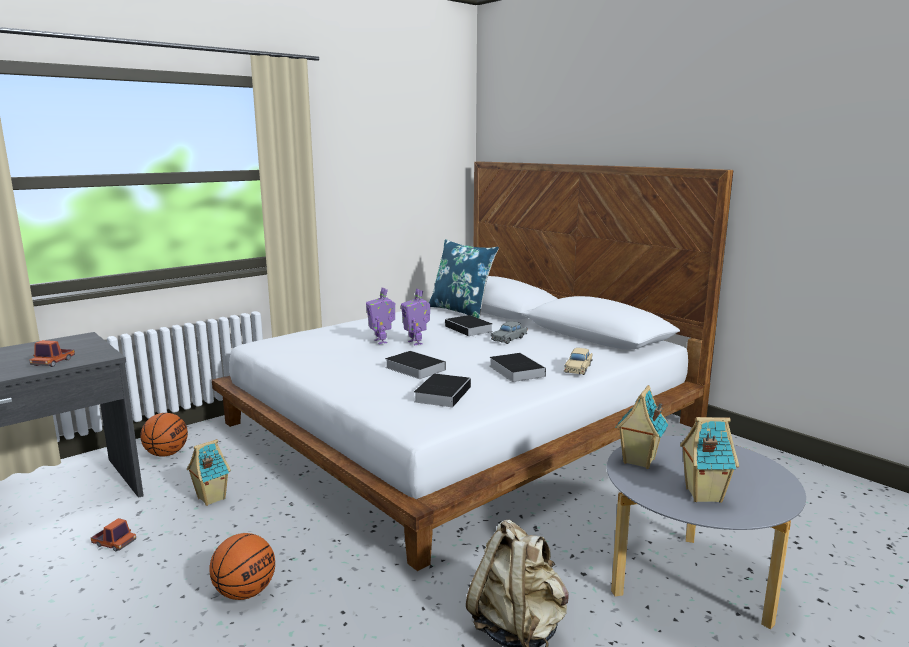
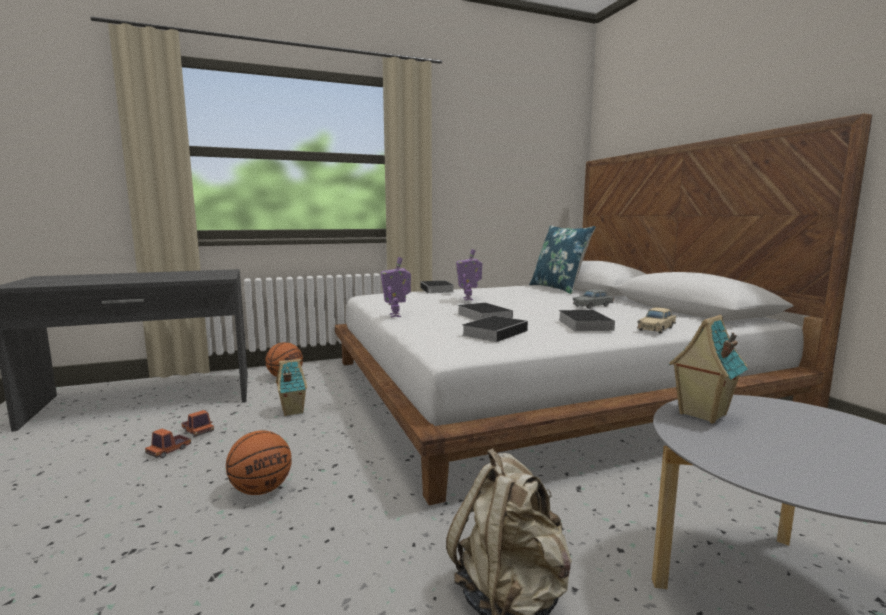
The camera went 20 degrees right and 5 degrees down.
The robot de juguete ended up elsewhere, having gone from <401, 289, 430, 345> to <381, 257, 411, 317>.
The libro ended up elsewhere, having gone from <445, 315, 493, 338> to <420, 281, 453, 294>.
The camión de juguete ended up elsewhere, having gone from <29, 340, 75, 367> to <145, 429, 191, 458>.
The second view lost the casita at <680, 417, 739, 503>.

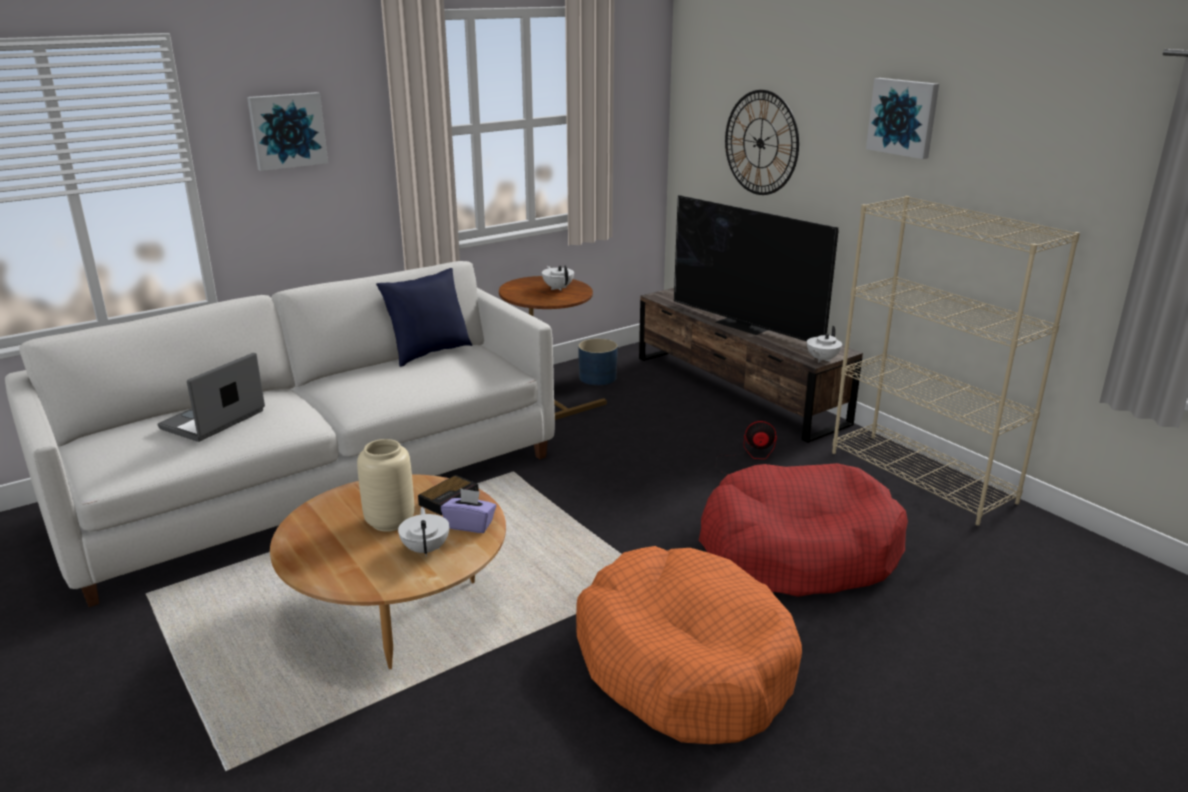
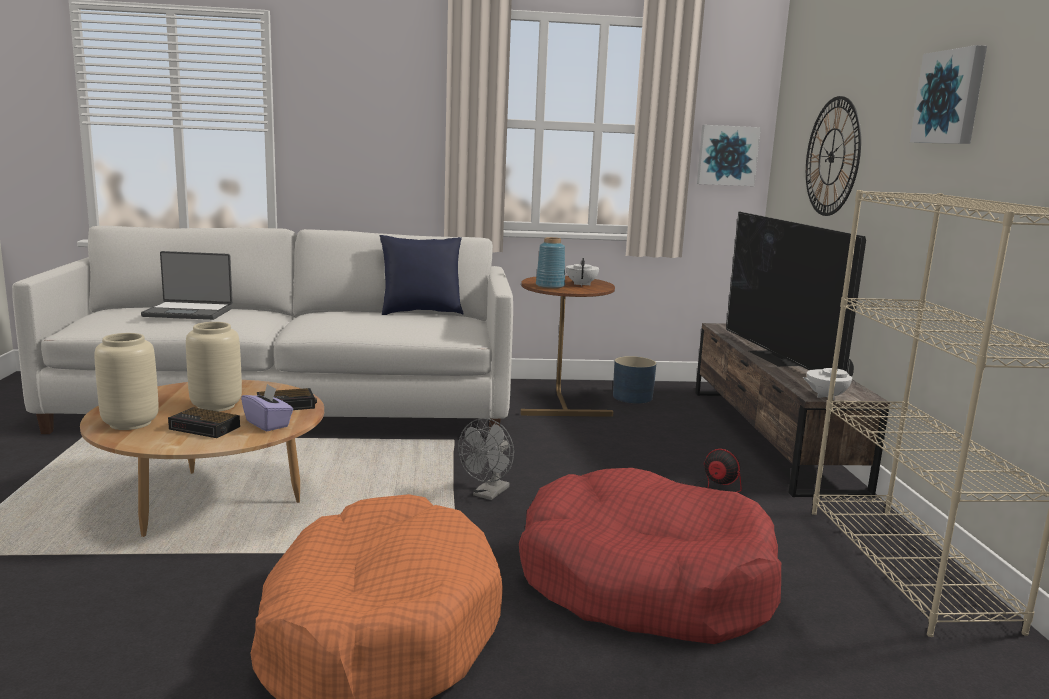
The camera went 30 degrees right and 10 degrees down.
The cuadro ended up elsewhere, having gone from <247, 92, 328, 171> to <697, 125, 761, 186>.
The portátil at <157, 353, 265, 442> ended up facing another way, 150 degrees counterclockwise from before.
Where the tetera (blanco) stood at <398, 507, 449, 556>, the despertador came to stand at <168, 407, 240, 438>.
The second view gained the florero (azul) at <536, 237, 565, 289>.
The second view gained the florero (beis) at <95, 333, 159, 430>.
The second view gained the ventilador (gris) at <458, 418, 514, 500>.

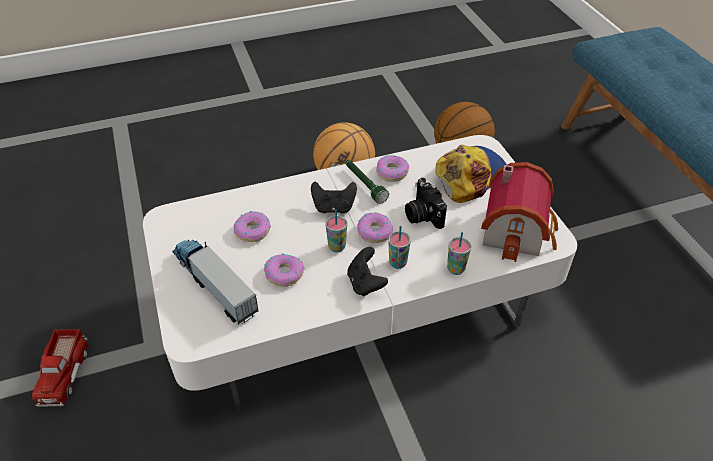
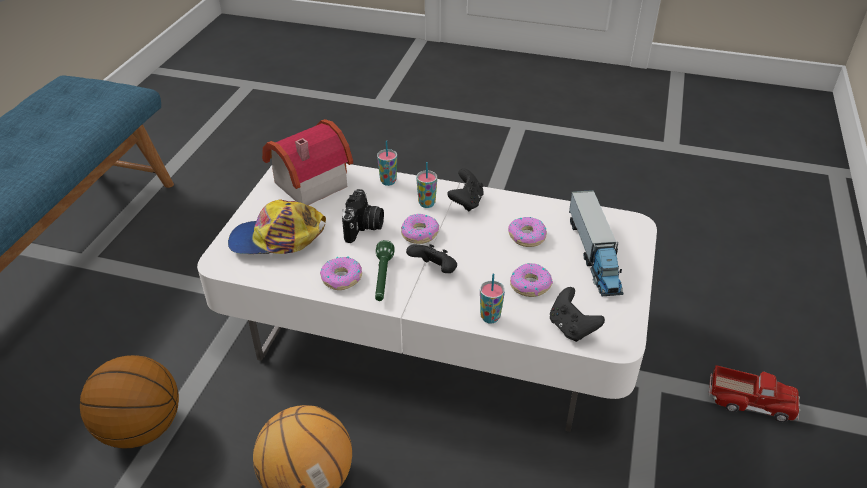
The camera went 145 degrees left and 5 degrees down.
The taza ended up elsewhere, having gone from <325, 210, 347, 252> to <480, 273, 505, 324>.
The camión de juguete at <32, 329, 88, 407> ended up facing another way, 75 degrees clockwise from before.
The second view gained the mando de consola (negro) at <550, 287, 605, 342>.

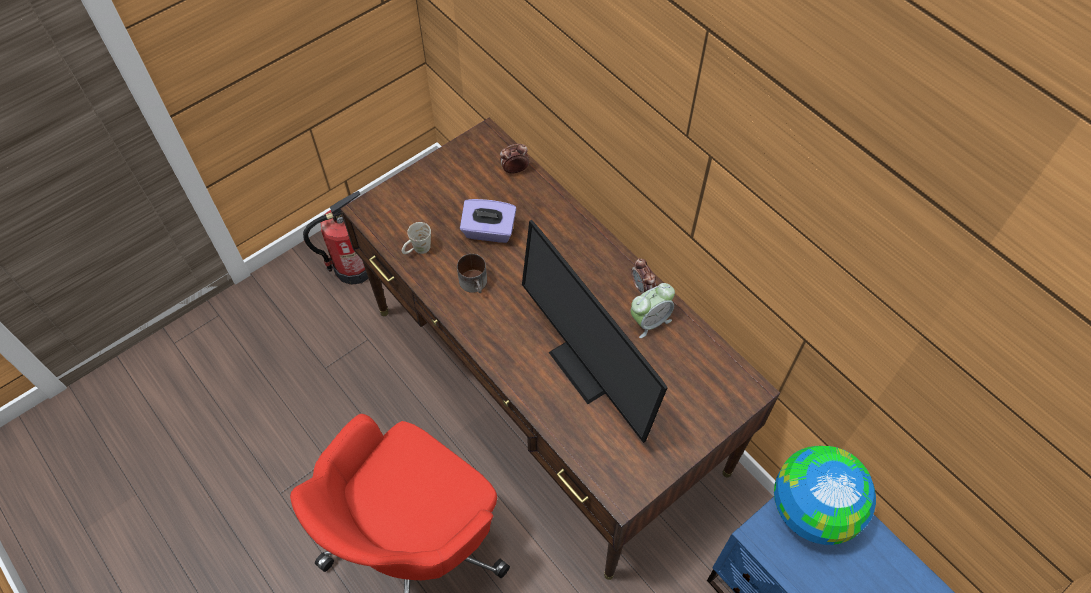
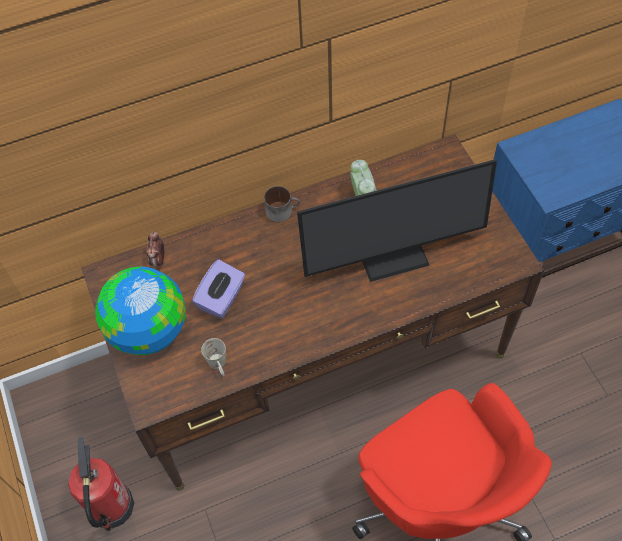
The camera went 70 degrees left and 0 degrees up.
The taza grande ended up elsewhere, having gone from <457, 254, 487, 293> to <264, 186, 300, 222>.
The second view lost the despertador at <631, 258, 656, 294>.
The globo terráqueo ended up elsewhere, having gone from <774, 446, 876, 545> to <95, 266, 186, 355>.

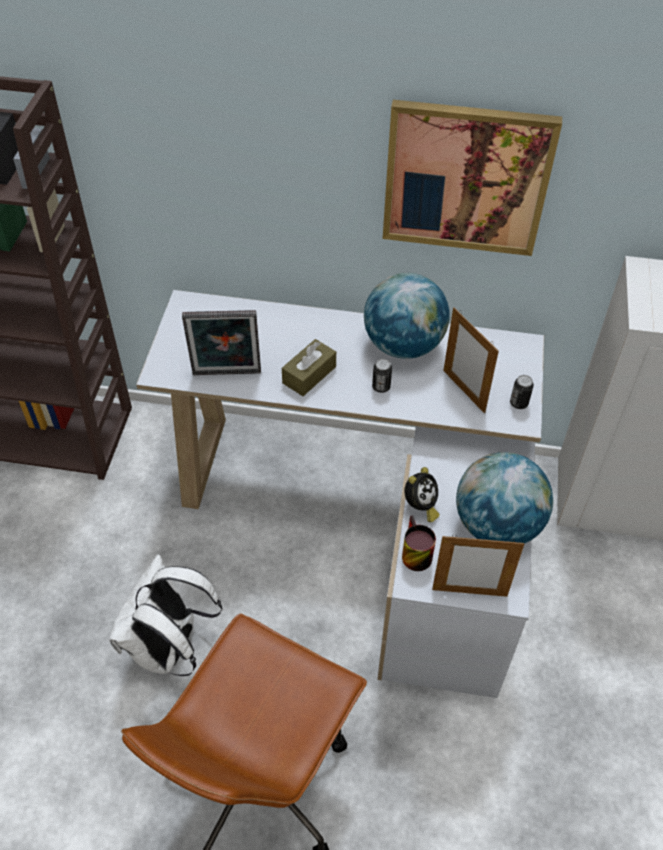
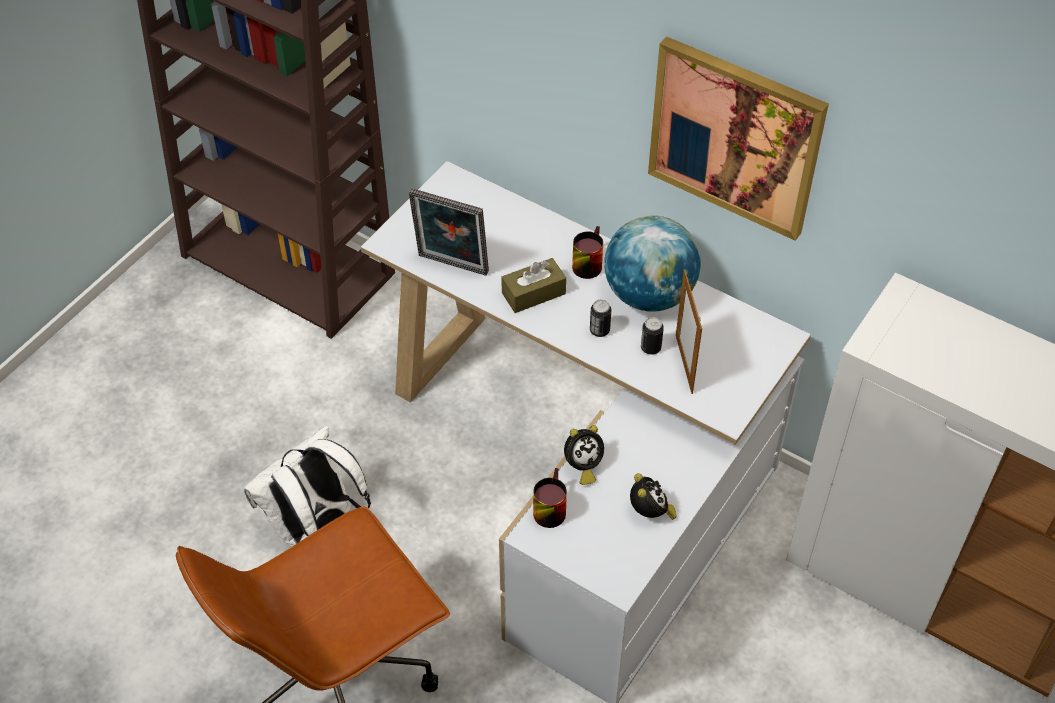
The camera went 25 degrees right and 0 degrees up.
The lata ended up elsewhere, having gone from <510, 375, 534, 409> to <641, 317, 664, 355>.
Where the globo terráqueo stood at <456, 452, 553, 544>, the despertador came to stand at <630, 473, 677, 520>.
The second view lost the portarretratos at <432, 535, 524, 597>.
The second view gained the taza grande at <572, 226, 603, 279>.

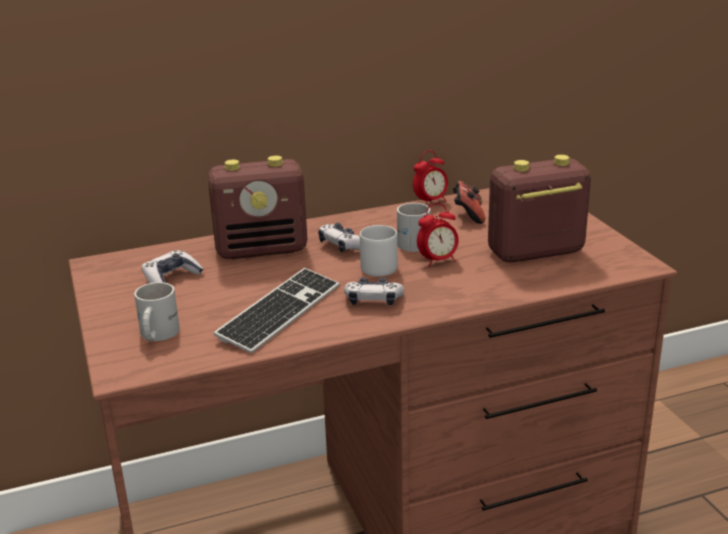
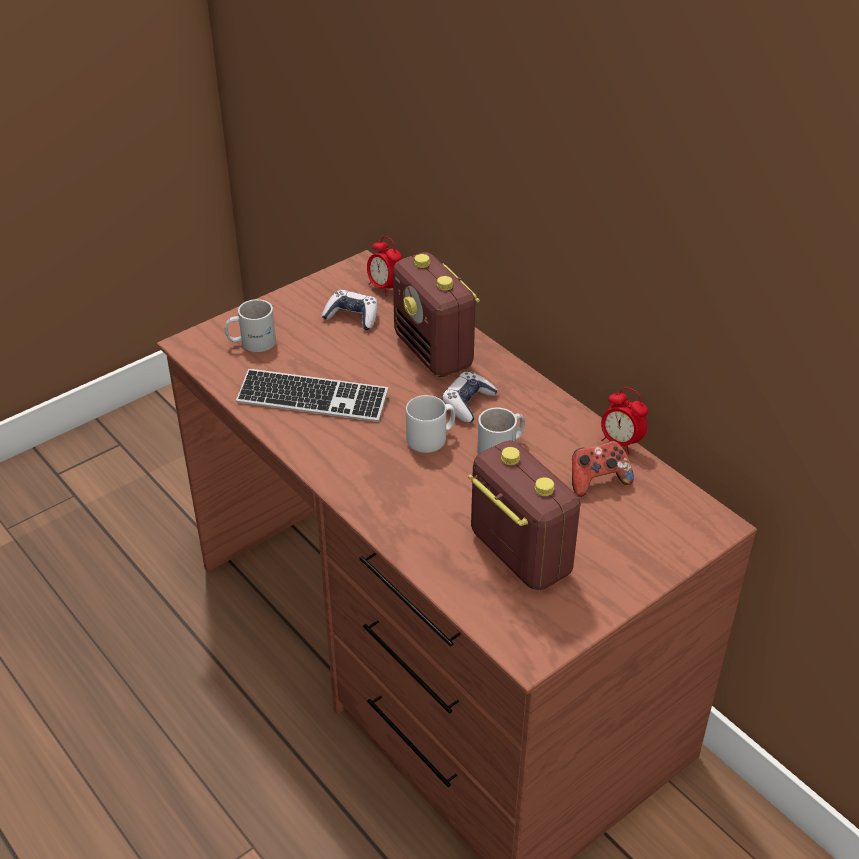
The camera went 70 degrees right and 15 degrees up.
The despertador ended up elsewhere, having gone from <417, 203, 459, 267> to <367, 236, 402, 296>.
The second view lost the mando de consola at <344, 277, 404, 306>.

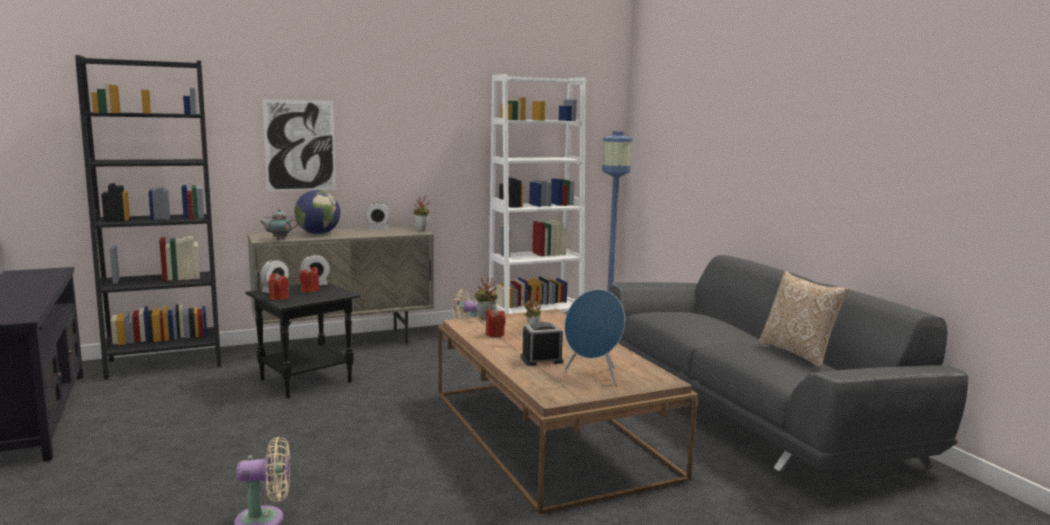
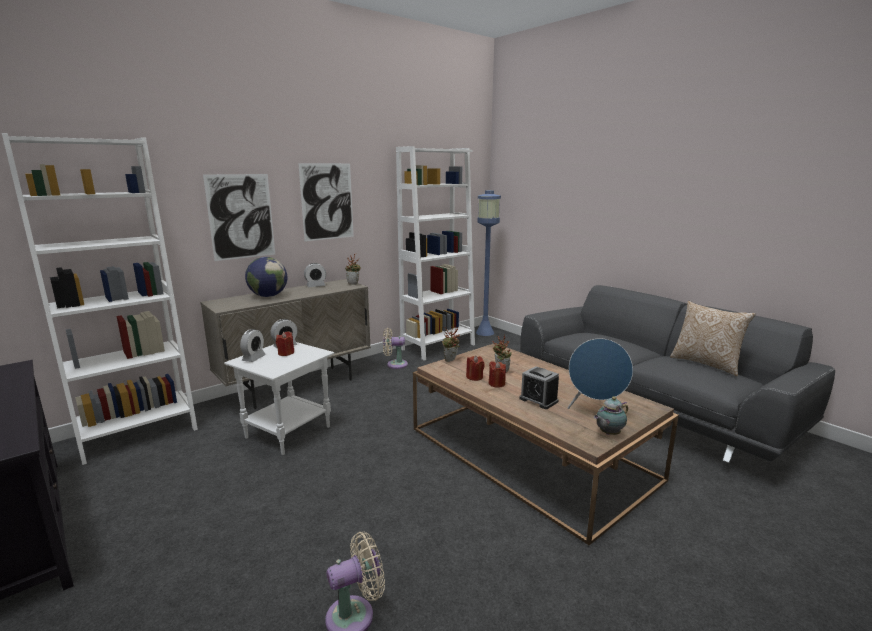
The camera went 15 degrees left and 5 degrees up.
What was the estantería (negro) at <75, 55, 221, 380> turned into the estantería (blanco) at <2, 133, 198, 465>.
The tetera ended up elsewhere, having gone from <260, 209, 298, 240> to <594, 396, 628, 435>.
The vela (rojo) ended up elsewhere, having gone from <268, 273, 289, 300> to <489, 361, 506, 388>.
What was the mesa auxiliar (negro) at <246, 282, 360, 398> turned into the mesa auxiliar (blanco) at <224, 342, 335, 455>.
The despertador at <520, 322, 563, 366> ended up facing another way, 105 degrees counterclockwise from before.
The second view gained the cuadro at <298, 163, 354, 242>.

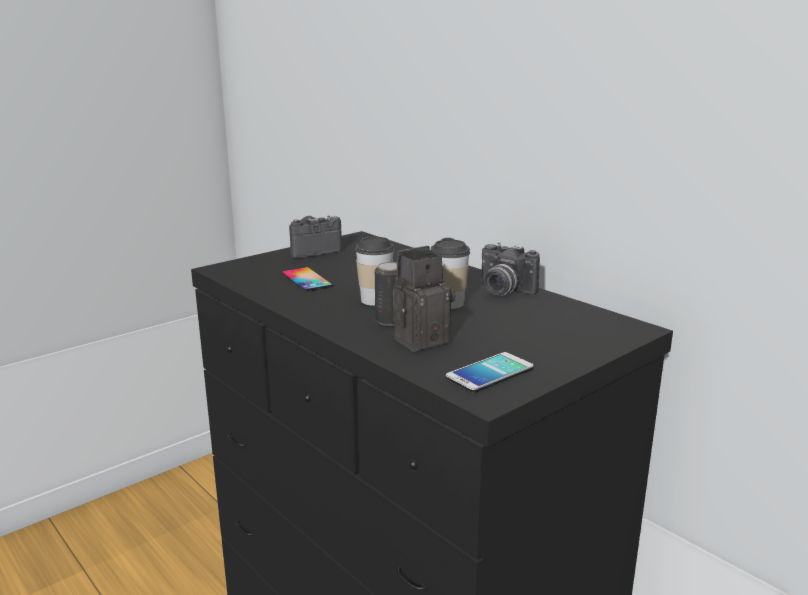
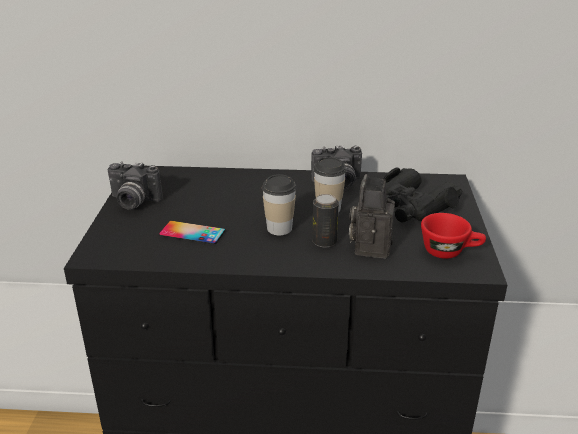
The camera went 45 degrees left and 10 degrees up.
The cámara at <289, 216, 342, 258> ended up facing another way, 90 degrees counterclockwise from before.
Where the móvil stood at <446, 352, 534, 393>, the taza (rojo) came to stand at <421, 213, 486, 259>.
The second view gained the prismáticos (negro) at <384, 167, 463, 223>.

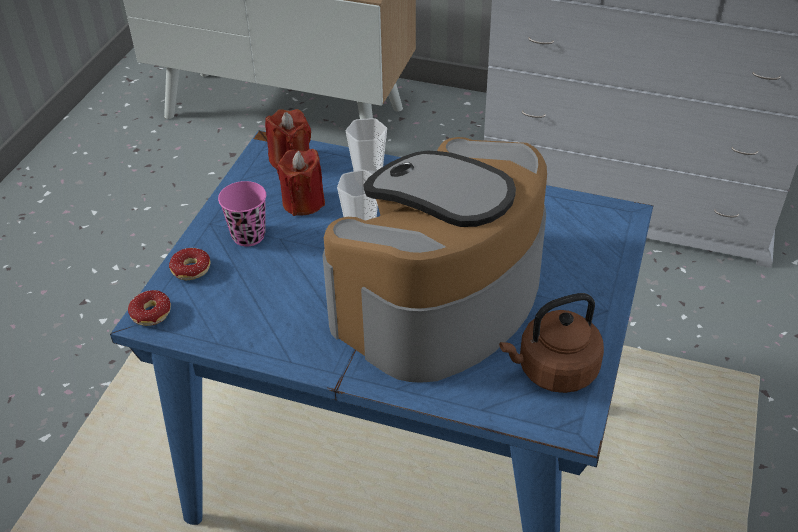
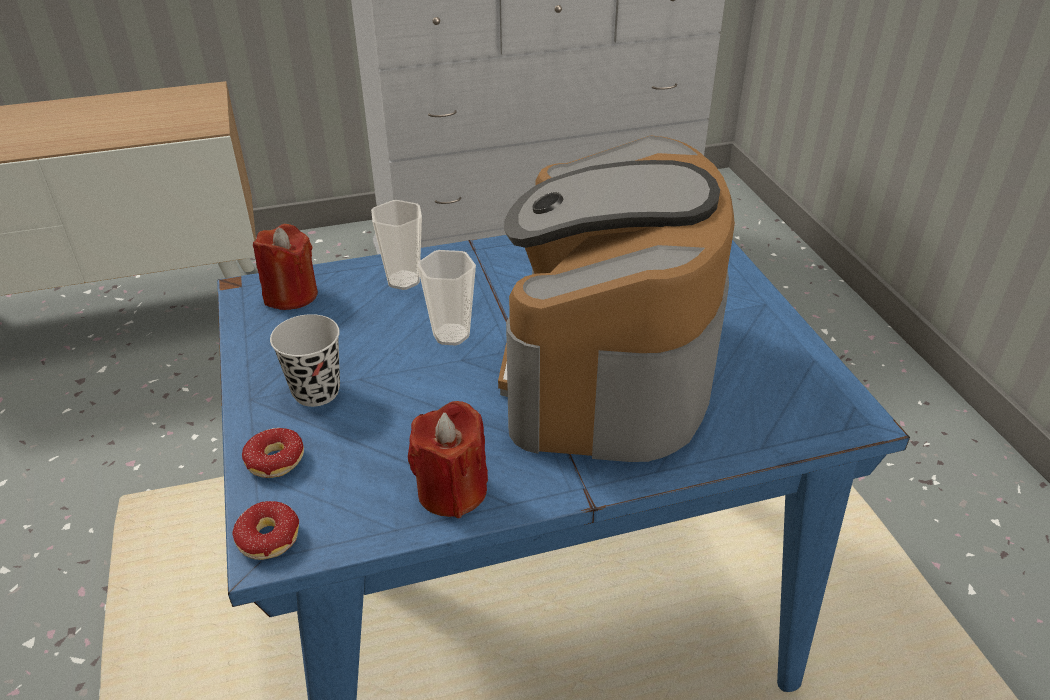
The camera went 35 degrees left and 5 degrees down.
The vela (rojo) ended up elsewhere, having gone from <277, 149, 325, 216> to <408, 401, 488, 518>.
What was the taza (rosa) at <218, 181, 266, 247> turned into the taza (negro) at <270, 314, 340, 407>.
The second view lost the hervidor (marrón) at <499, 293, 604, 393>.

